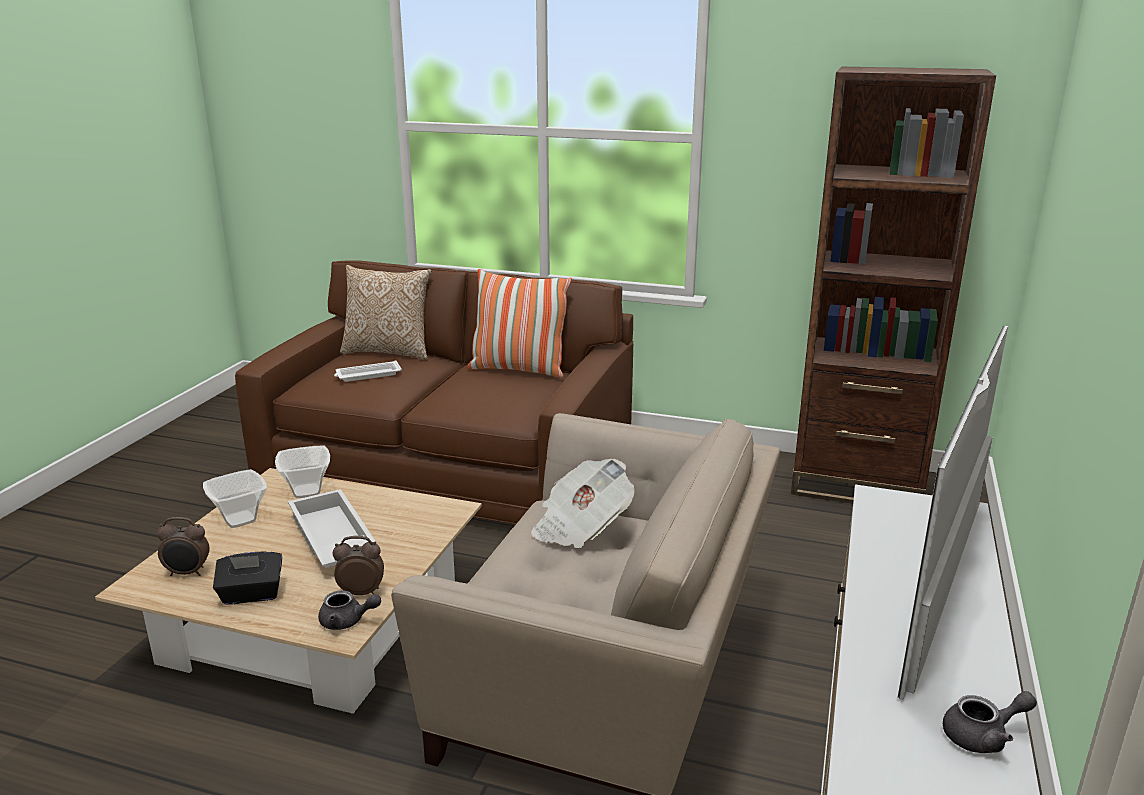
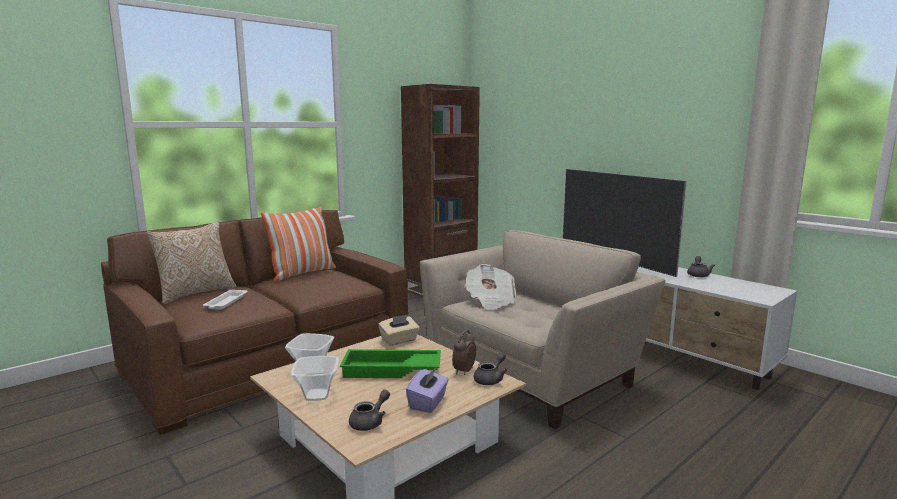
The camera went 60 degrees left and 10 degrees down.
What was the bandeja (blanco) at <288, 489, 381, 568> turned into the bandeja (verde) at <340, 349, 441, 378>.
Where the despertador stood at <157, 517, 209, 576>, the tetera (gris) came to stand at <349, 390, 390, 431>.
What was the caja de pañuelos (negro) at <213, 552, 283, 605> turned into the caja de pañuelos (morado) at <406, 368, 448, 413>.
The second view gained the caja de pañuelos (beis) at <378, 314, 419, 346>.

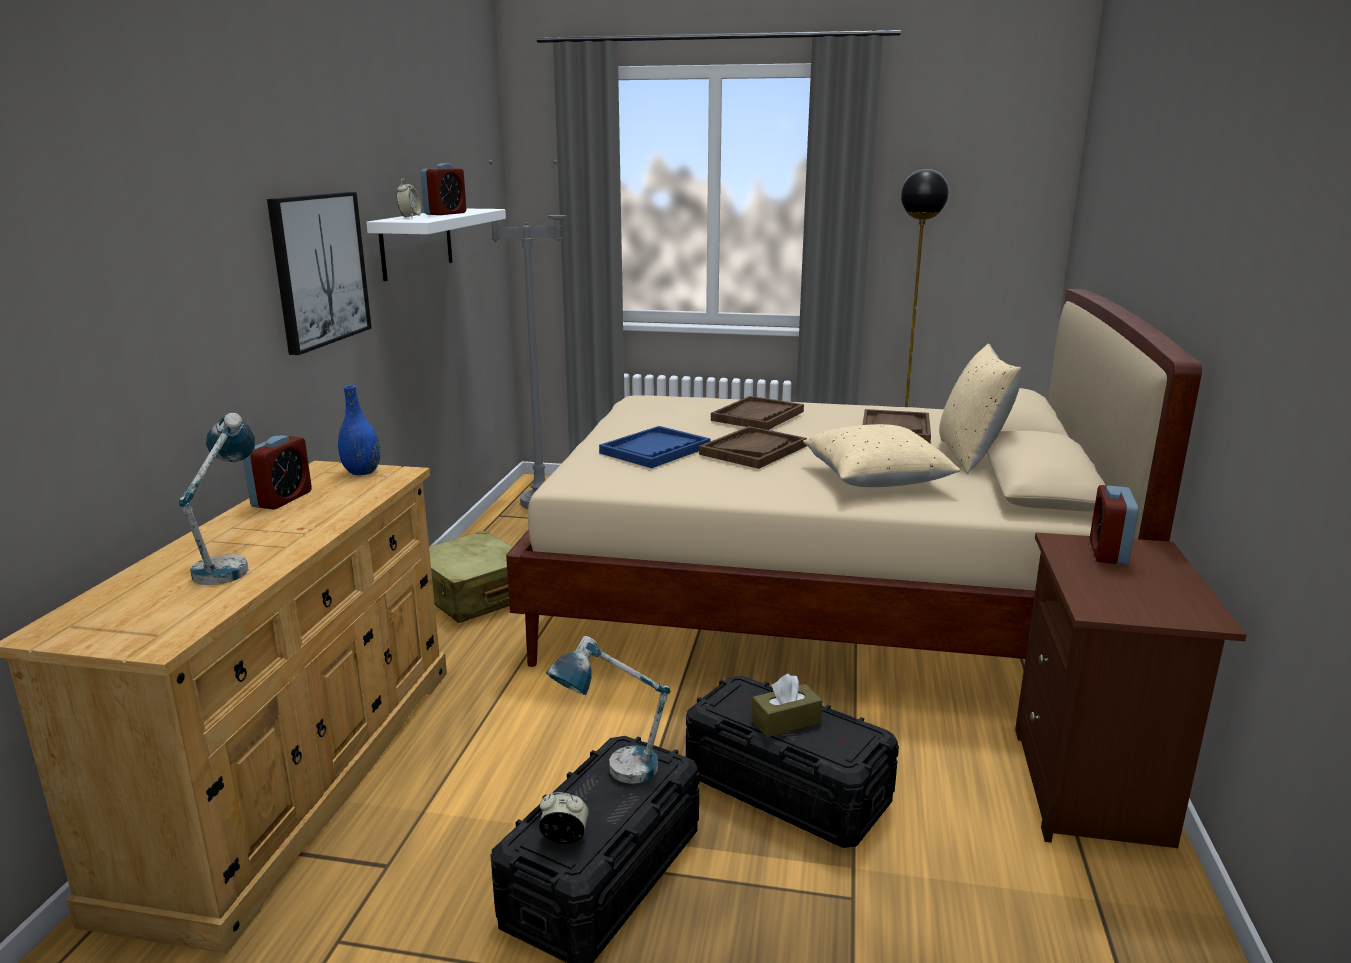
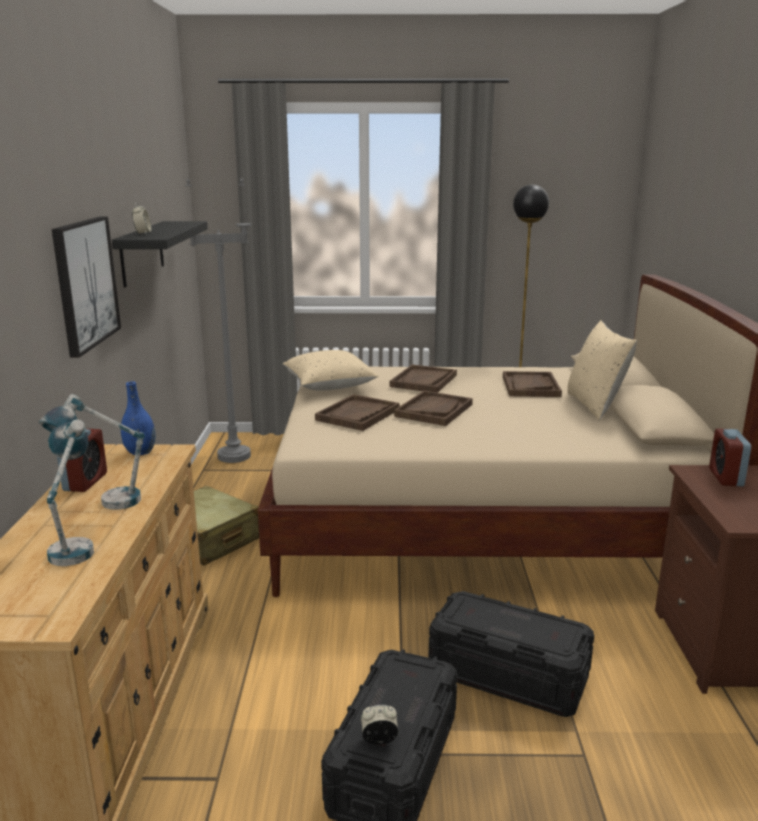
The camera went 10 degrees left and 0 degrees up.
The second view lost the despertador at <421, 163, 466, 215>.
What was the estante (blanco) at <366, 209, 506, 281> turned into the estante (negro) at <112, 221, 208, 287>.
The cojín (beis) ended up elsewhere, having gone from <803, 424, 960, 487> to <283, 350, 378, 391>.
What was the bandeja (azul) at <599, 426, 711, 468> turned into the bandeja (marrón) at <315, 394, 400, 431>.
The lámpara de mesa ended up elsewhere, having gone from <546, 636, 670, 784> to <39, 394, 145, 510>.
The second view lost the caja de pañuelos (marrón) at <752, 674, 823, 737>.

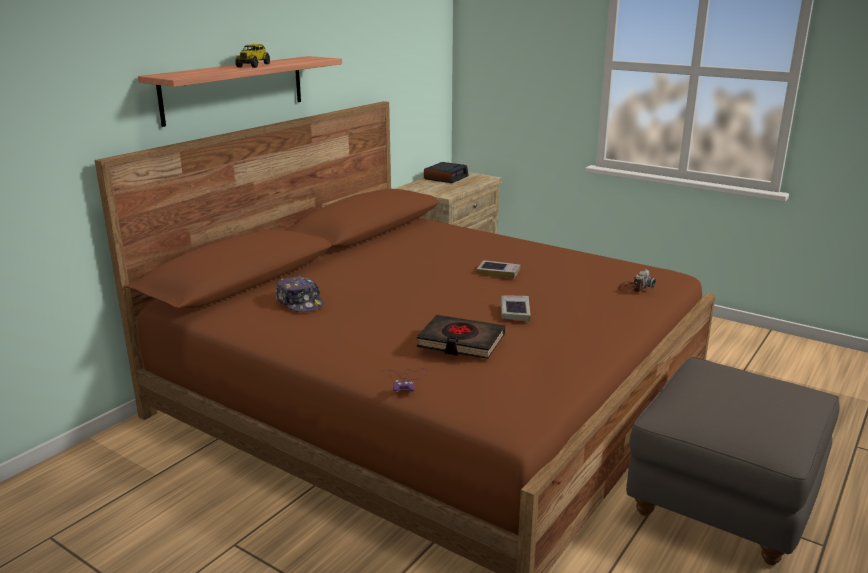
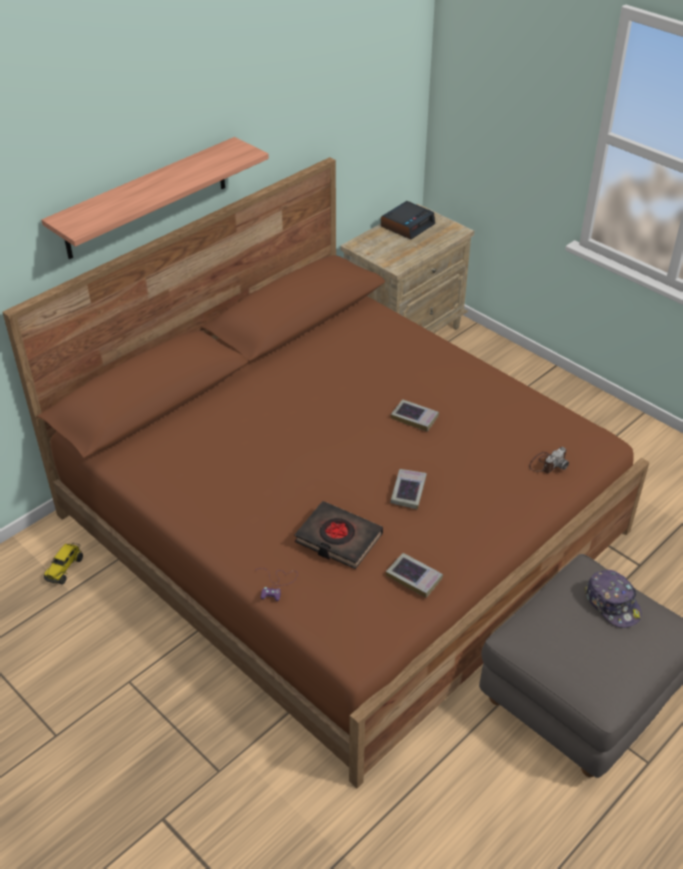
The camera went 10 degrees right and 20 degrees up.
The camión de juguete ended up elsewhere, having gone from <235, 44, 270, 68> to <44, 543, 83, 584>.
The gorra ended up elsewhere, having gone from <276, 276, 324, 312> to <584, 570, 642, 628>.
The second view gained the libro at <386, 553, 443, 598>.

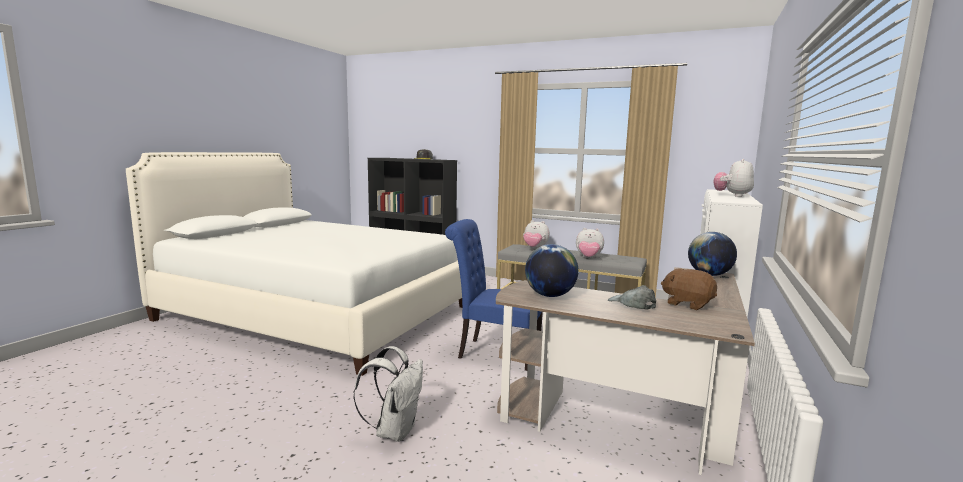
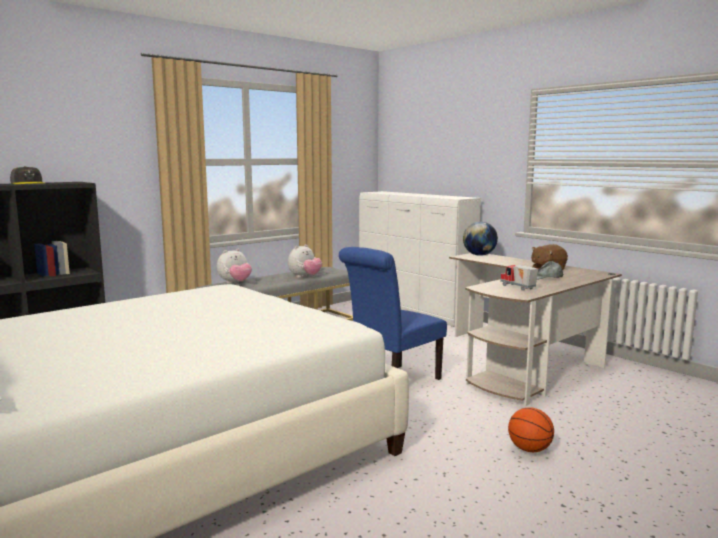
The camera went 65 degrees left and 0 degrees up.
The second view lost the peluche at <714, 159, 754, 197>.
Where the globo terráqueo stood at <525, 244, 579, 297>, the camión de juguete came to stand at <500, 265, 538, 291>.
Where the mochila (blanco) stood at <354, 346, 423, 442>, the balón de baloncesto came to stand at <508, 407, 554, 452>.

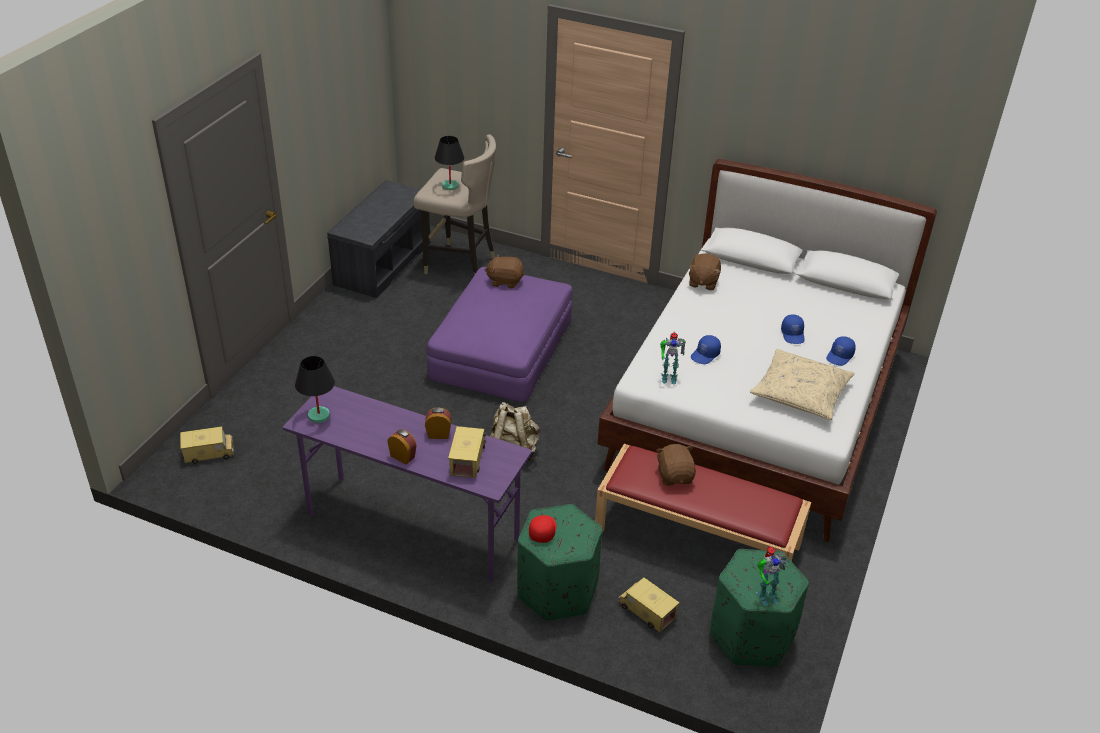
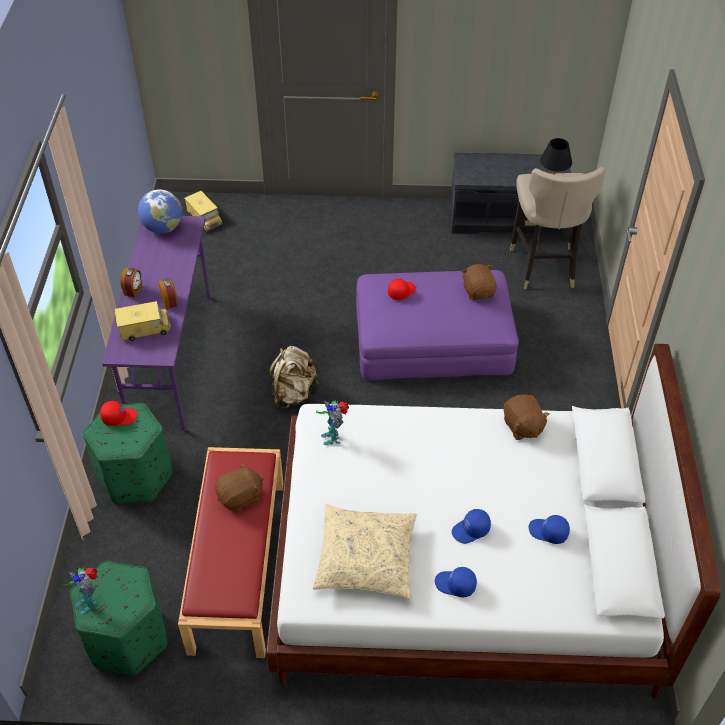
The camera went 70 degrees right and 10 degrees up.
The peluche (marrón) at <688, 253, 721, 290> ended up facing another way, 105 degrees counterclockwise from before.
The gorra (azul) ended up elsewhere, having gone from <691, 335, 721, 364> to <528, 515, 570, 544>.
Where the lámpara de mesa (negro) stood at <295, 356, 335, 423>, the globo terráqueo came to stand at <138, 190, 182, 234>.
The second view lost the camión de juguete at <618, 577, 680, 632>.
The second view gained the gorra (rojo) at <388, 279, 416, 300>.

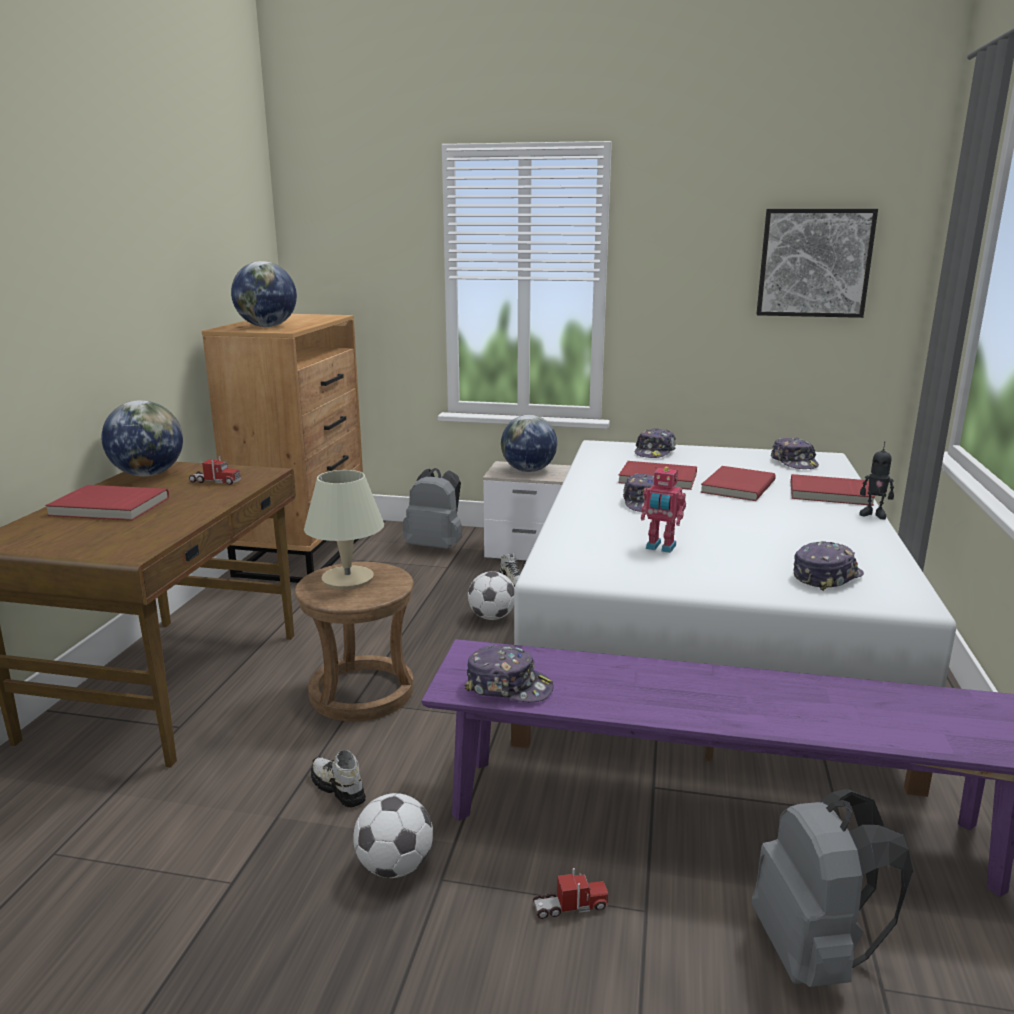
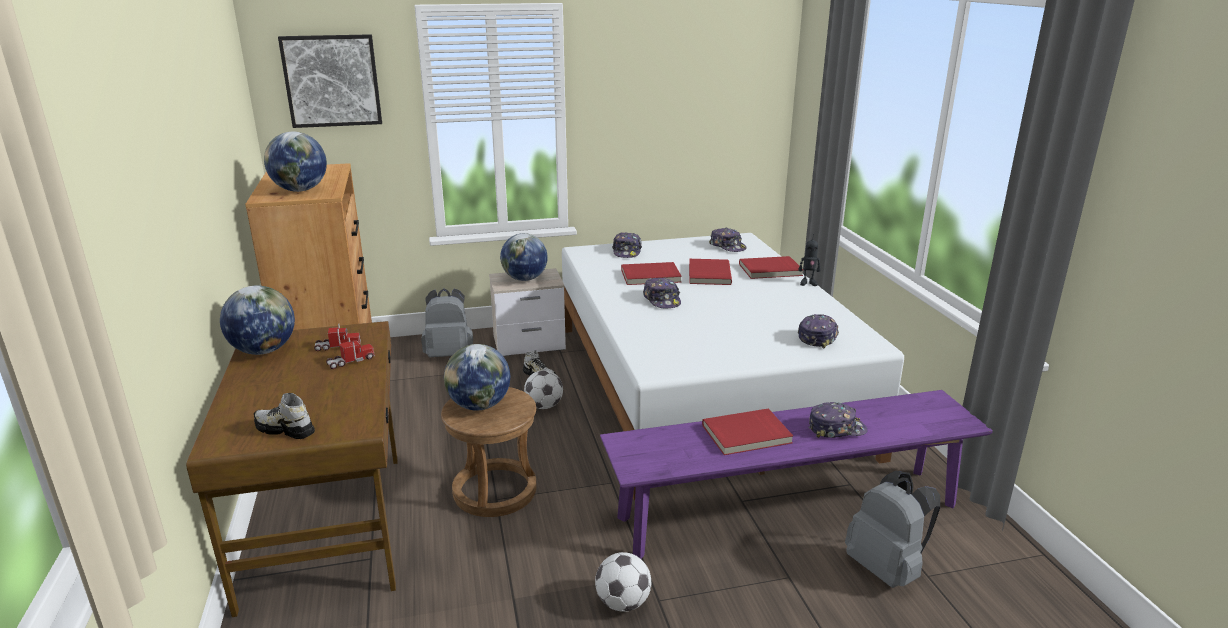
The camera went 25 degrees left and 5 degrees up.
The cuadro ended up elsewhere, having gone from <756, 209, 878, 318> to <278, 34, 382, 128>.
The second view lost the robot de juguete at <641, 467, 686, 553>.
Where the lámpara de mesa (beis) stood at <304, 470, 384, 589>, the globo terráqueo came to stand at <444, 344, 510, 411>.
The libro (rojo) ended up elsewhere, having gone from <45, 485, 169, 520> to <702, 408, 793, 455>.
The gorra ended up elsewhere, having gone from <465, 645, 554, 702> to <809, 402, 868, 438>.
The zapato ended up elsewhere, having gone from <311, 750, 366, 807> to <254, 393, 315, 439>.
The camión de juguete ended up elsewhere, having gone from <533, 868, 608, 919> to <326, 337, 375, 369>.

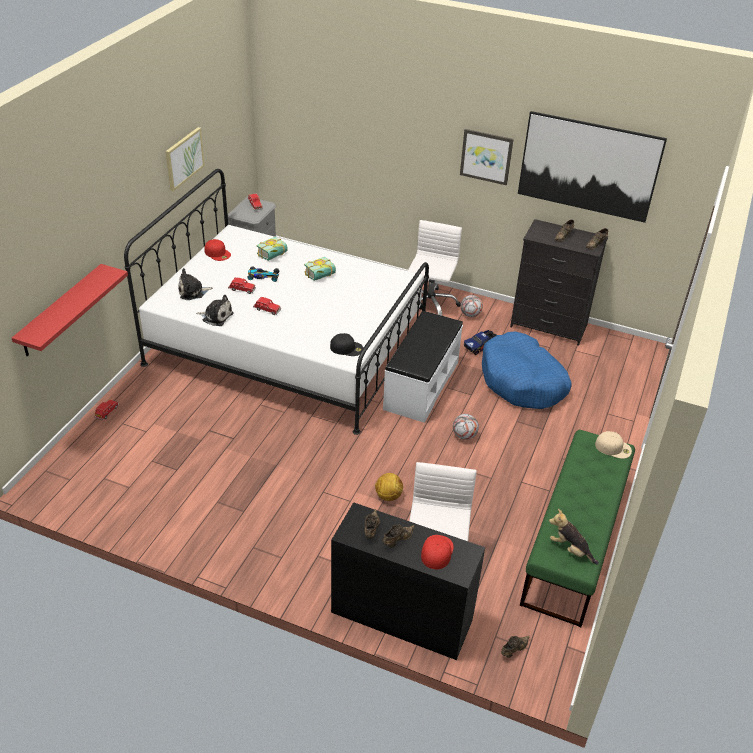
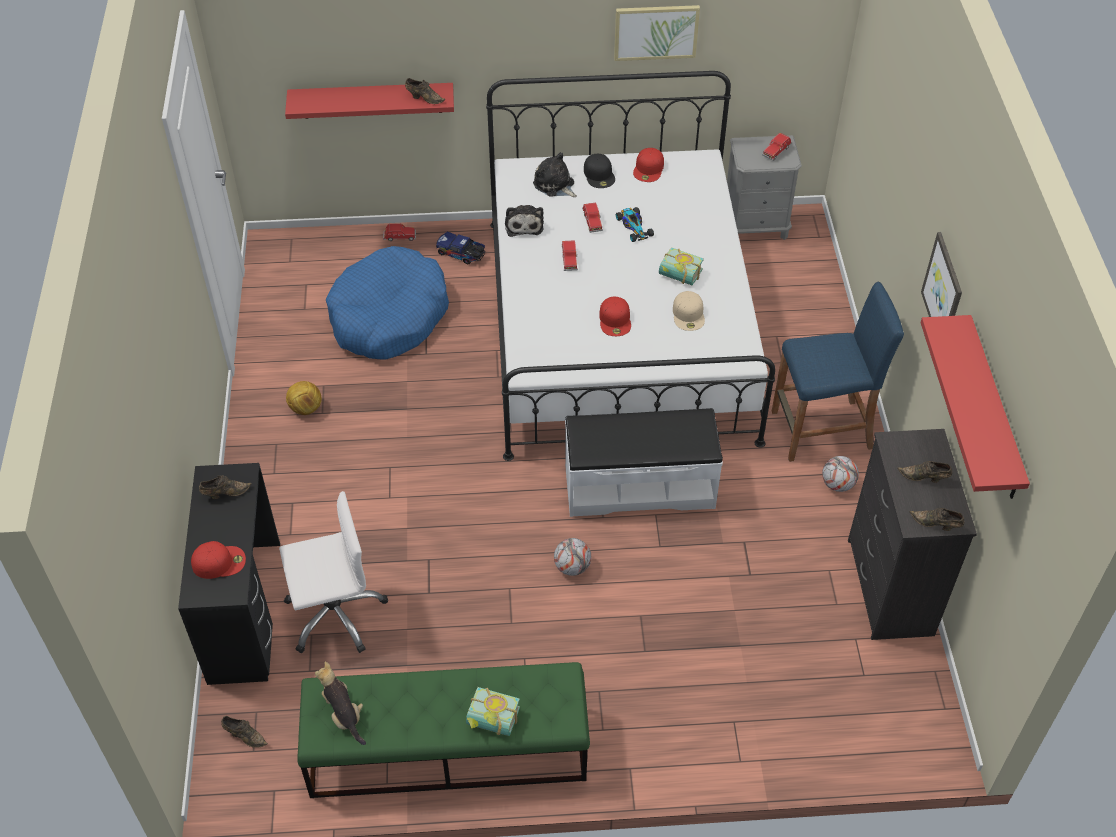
The camera went 65 degrees right and 10 degrees up.
Where the cuadro hung at <518, 111, 667, 223>, the estante (rojo) came to hang at <921, 315, 1030, 499>.
Where the silla de oficina (blanco) stood at <408, 220, 462, 316>, the taburete (azul) came to stand at <772, 282, 904, 462>.
The libro ended up elsewhere, having gone from <257, 237, 288, 261> to <466, 687, 520, 736>.
The camión de juguete ended up elsewhere, having gone from <464, 330, 497, 355> to <436, 231, 485, 265>.
The cama para perro (azul) ended up elsewhere, having gone from <482, 332, 571, 409> to <326, 246, 449, 360>.
The gorra (negro) ended up elsewhere, having gone from <330, 333, 363, 356> to <584, 154, 615, 188>.
The gorra (beis) ended up elsewhere, having gone from <595, 431, 632, 459> to <673, 291, 705, 331>.
The balón de fútbol ended up elsewhere, having gone from <375, 473, 403, 501> to <286, 381, 322, 415>.
The peluche at <549, 509, 599, 565> ended up facing another way, 45 degrees counterclockwise from before.
The zapato (marrón) ended up elsewhere, having gone from <383, 524, 415, 548> to <405, 78, 445, 104>.
The second view gained the gorra (rojo) at <599, 296, 631, 336>.

